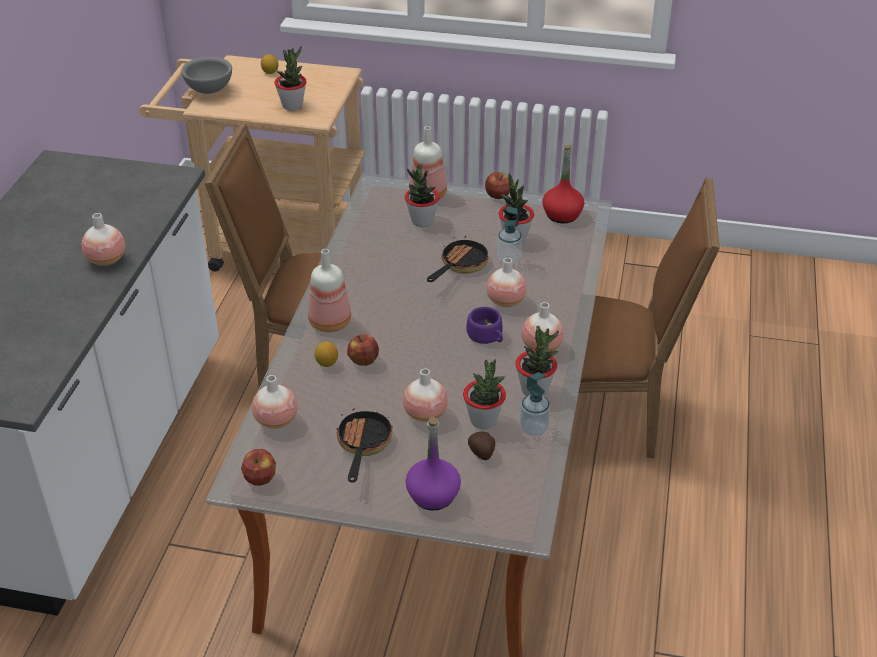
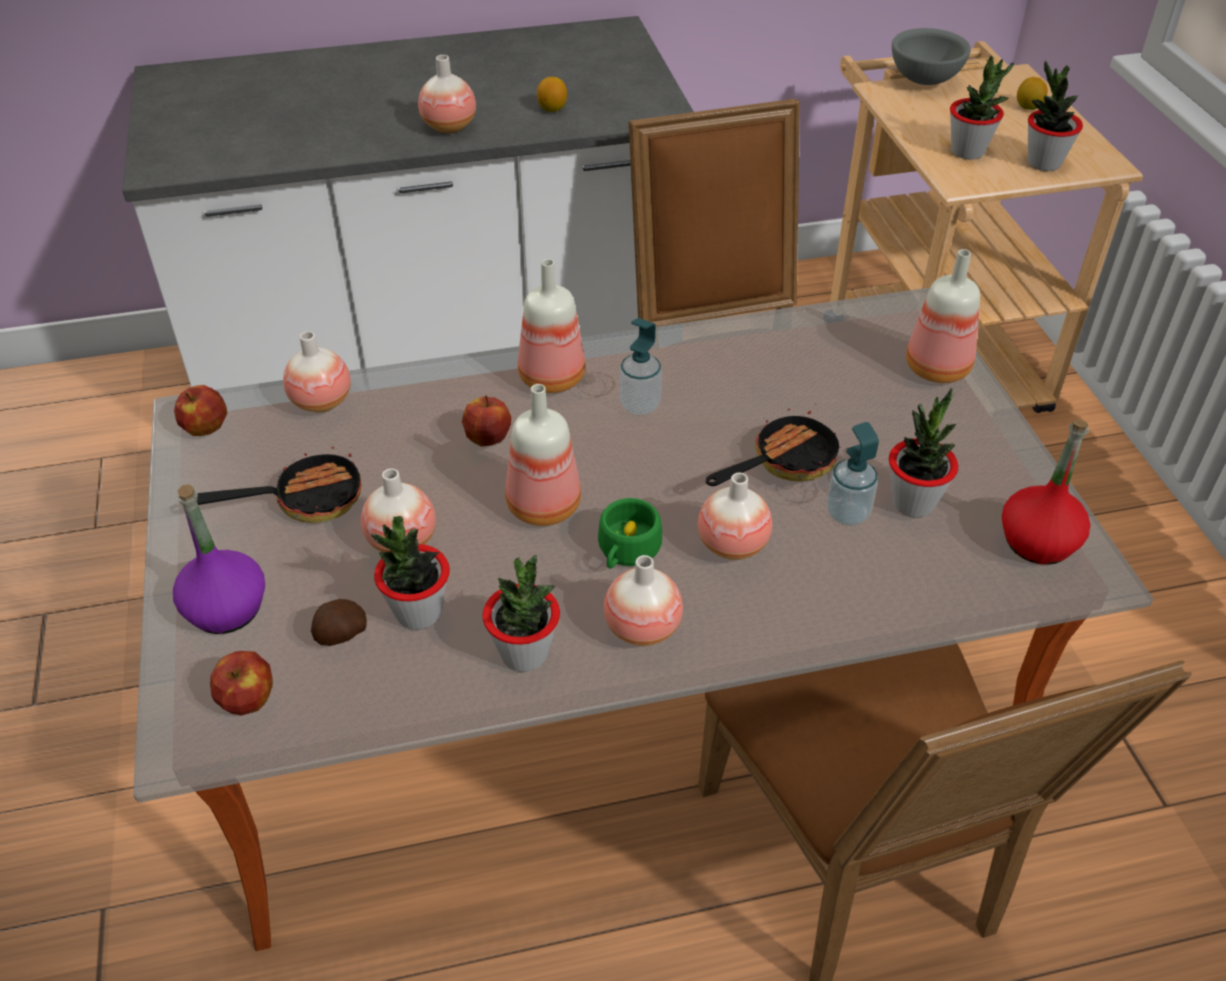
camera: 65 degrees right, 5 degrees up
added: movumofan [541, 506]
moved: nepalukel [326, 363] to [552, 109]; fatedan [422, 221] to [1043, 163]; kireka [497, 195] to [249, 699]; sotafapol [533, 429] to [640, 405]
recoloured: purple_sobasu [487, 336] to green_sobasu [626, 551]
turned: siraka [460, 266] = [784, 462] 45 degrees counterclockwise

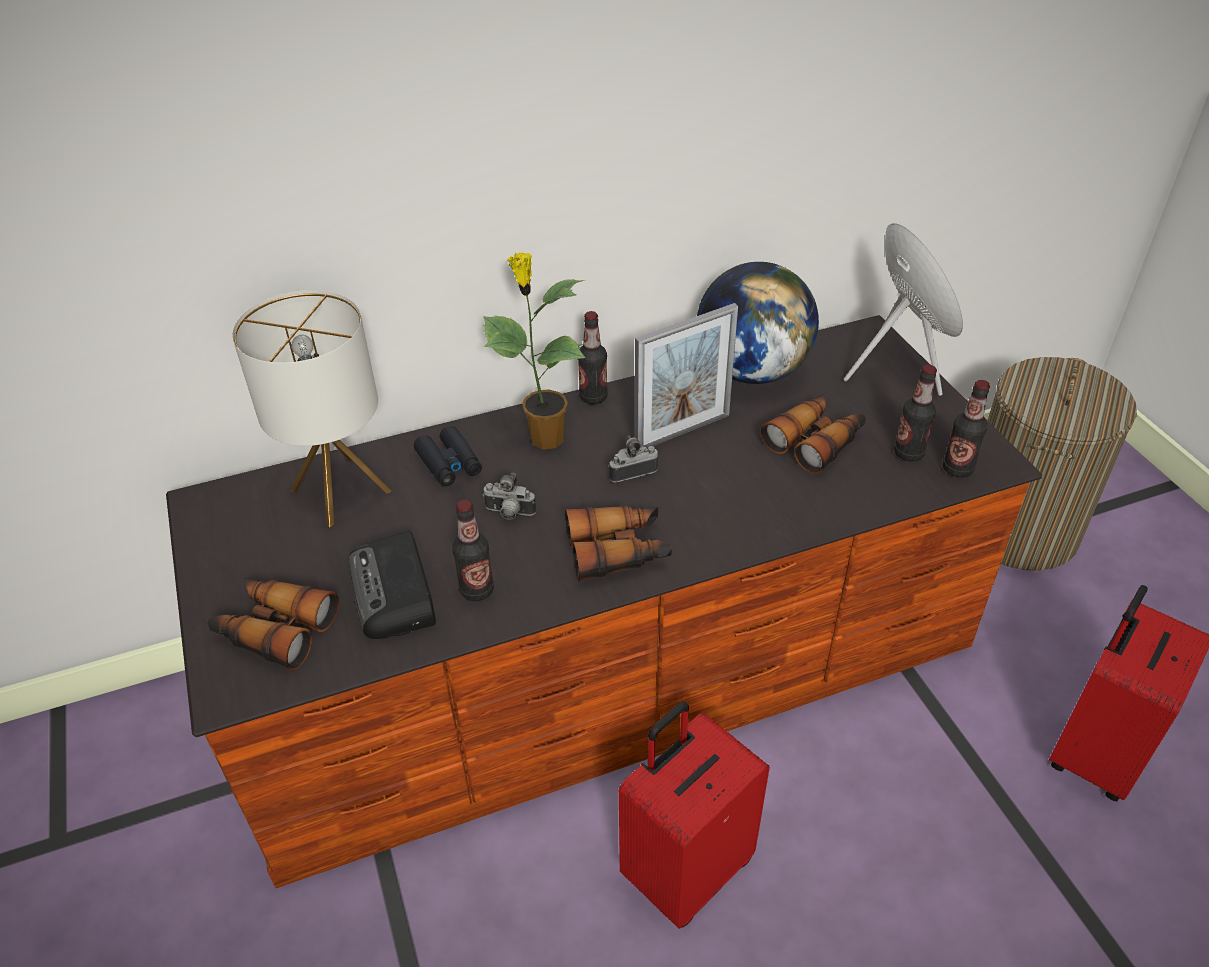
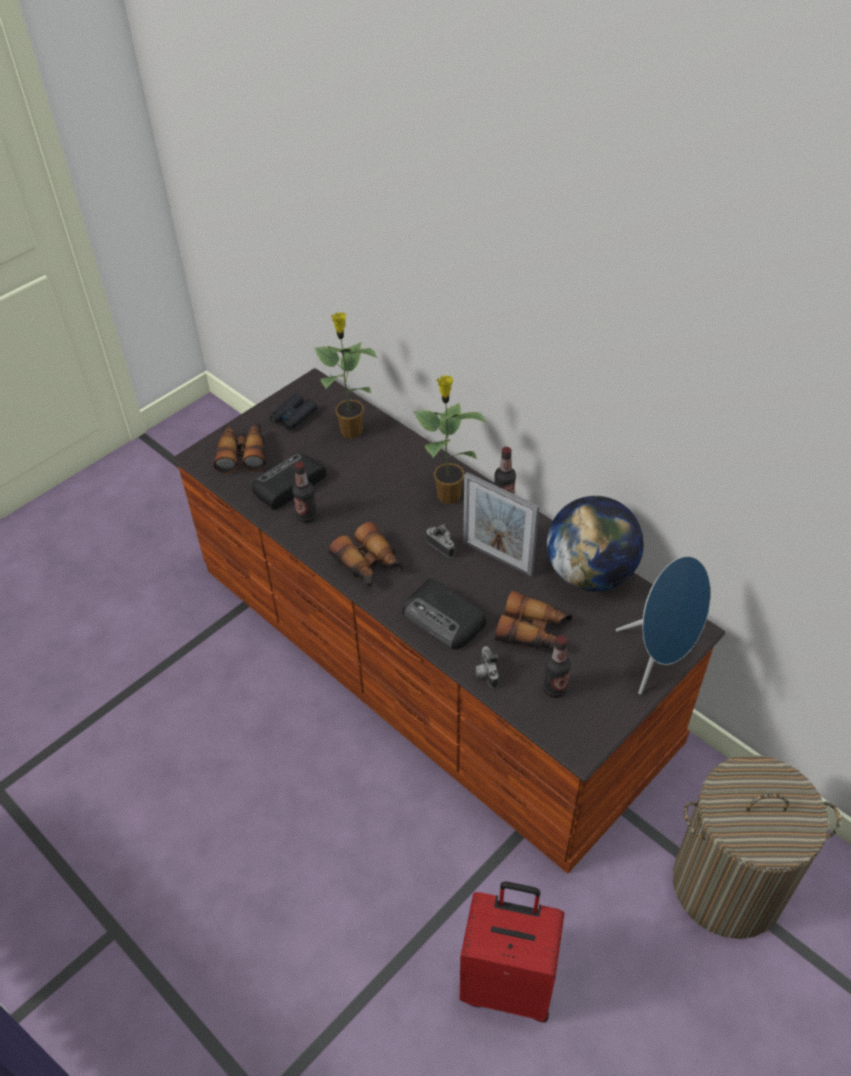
camera: 65 degrees right, 5 degrees up
removed: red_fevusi [685, 869]; movumofan [957, 469]
added: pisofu [444, 619]
moved: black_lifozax [449, 463] to [293, 416]; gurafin [509, 513] to [485, 673]
replaced: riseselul [341, 491] to fatedan [351, 430]

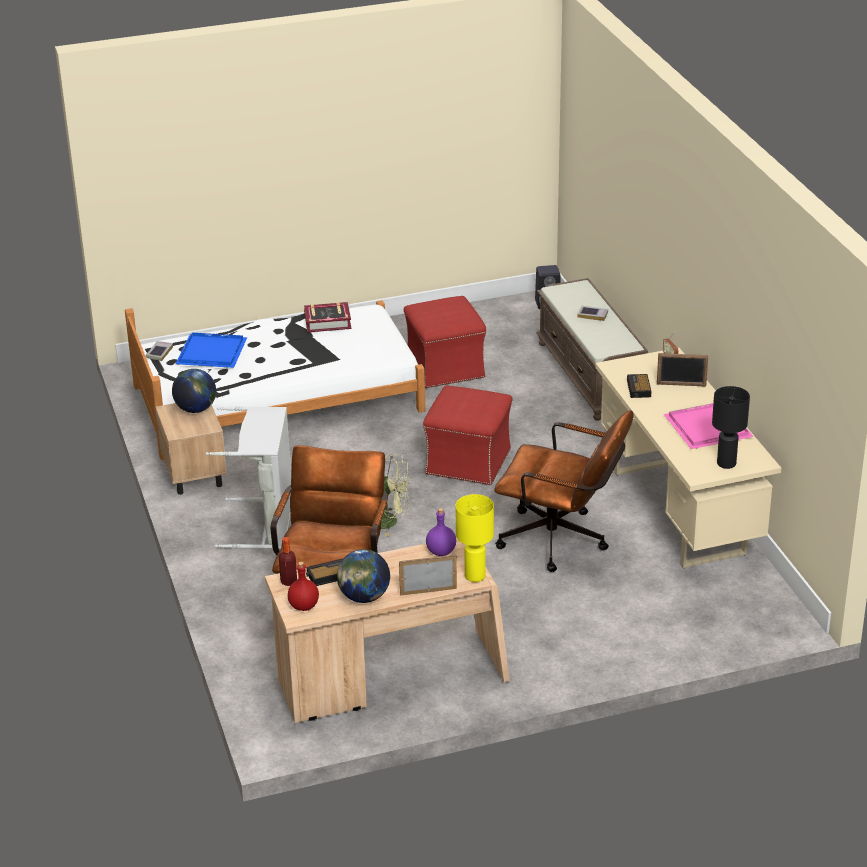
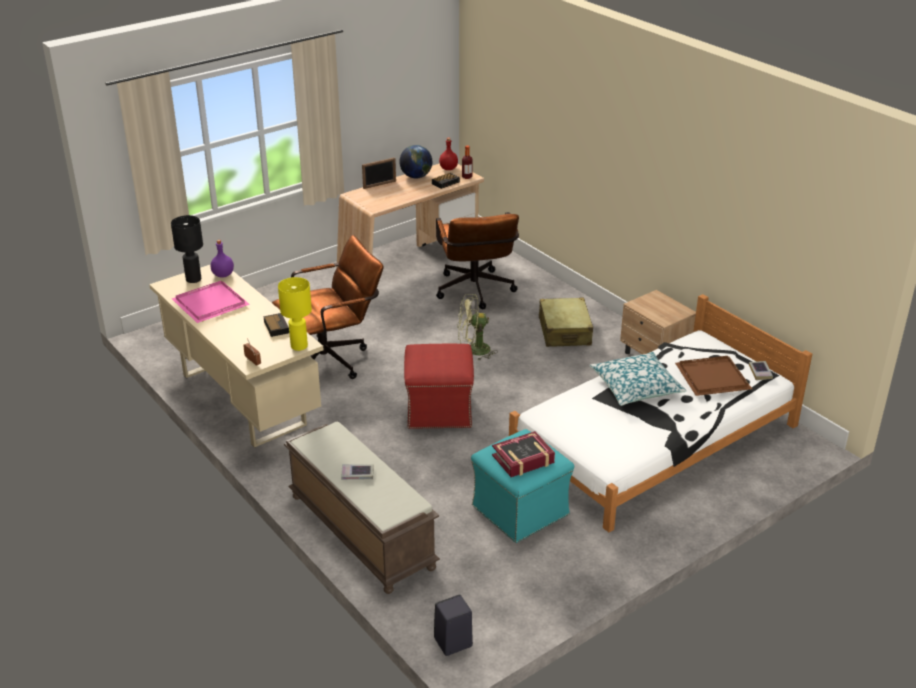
camera: 160 degrees right, 0 degrees up
removed: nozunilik [196, 409]; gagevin [681, 385]
added: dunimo [636, 387]
moved: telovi [327, 322] to [523, 459]; purple_movumofan [441, 551] to [223, 275]; yellow_riseselul [474, 576] to [299, 346]
replaced: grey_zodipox [266, 524] to beige_fevusi [564, 331]
recoloured: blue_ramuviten [212, 353] to brown_ramuviten [711, 377]; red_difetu [445, 367] to turquoise_difetu [521, 511]
turned: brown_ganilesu [562, 541] = [332, 359] 150 degrees clockwise

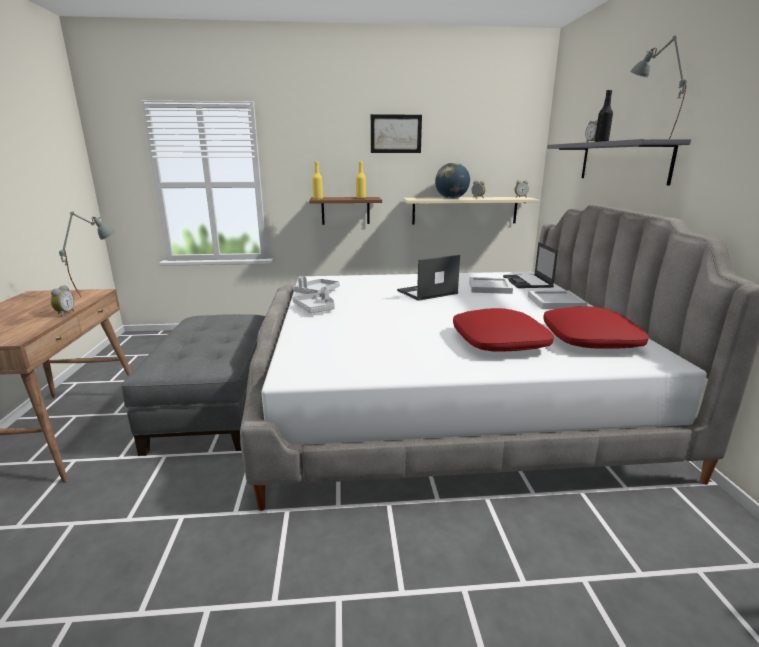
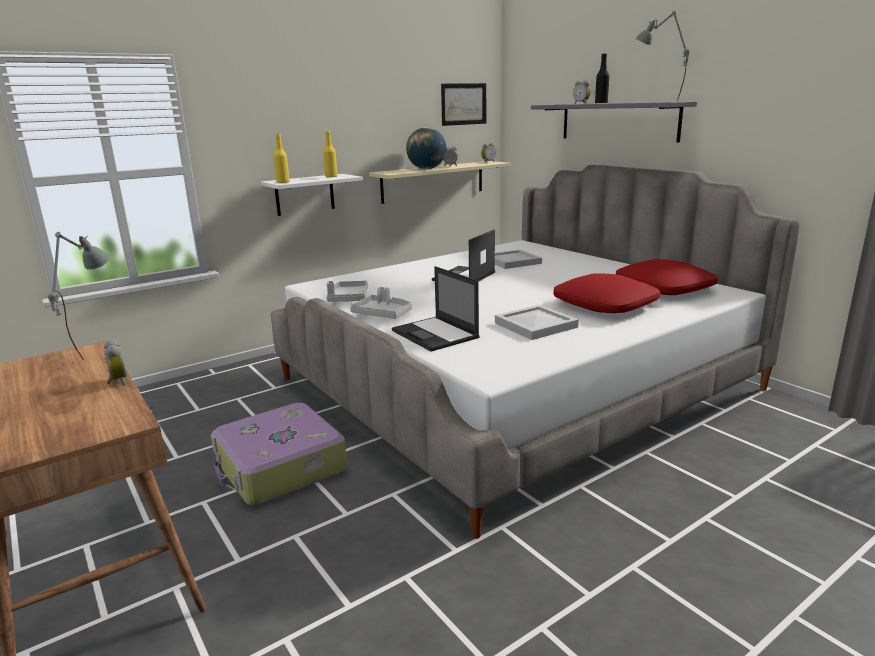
camera: 30 degrees left, 0 degrees up
moved: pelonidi [396, 134] to [463, 104]; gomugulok [527, 282] to [435, 334]; white_ramuviten [556, 302] to [537, 325]
replaced: grey_difetu [216, 405] to fevusi [280, 468]
recoloured: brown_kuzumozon [345, 210] to white_kuzumozon [305, 194]

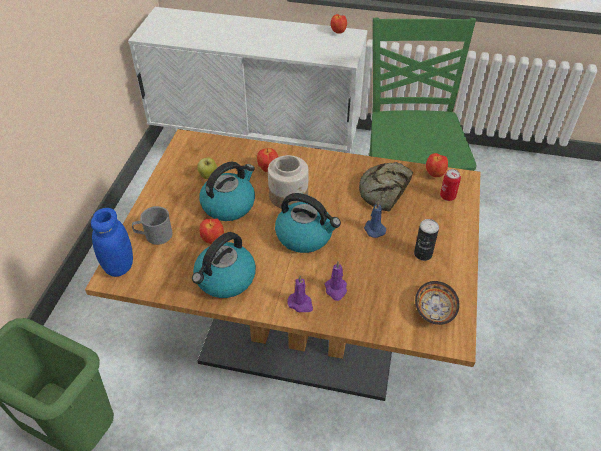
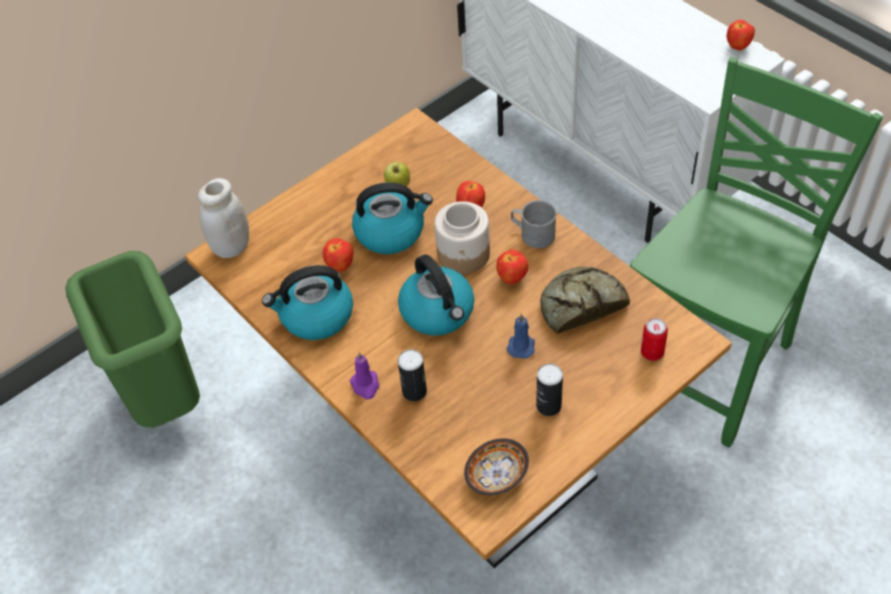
camera: 40 degrees right, 5 degrees up
moved: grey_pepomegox [154, 235] to [532, 234]; kireka [435, 174] to [512, 278]
replaced: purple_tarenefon [336, 290] to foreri [414, 391]
recoloured: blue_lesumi [119, 266] to white_lesumi [231, 247]

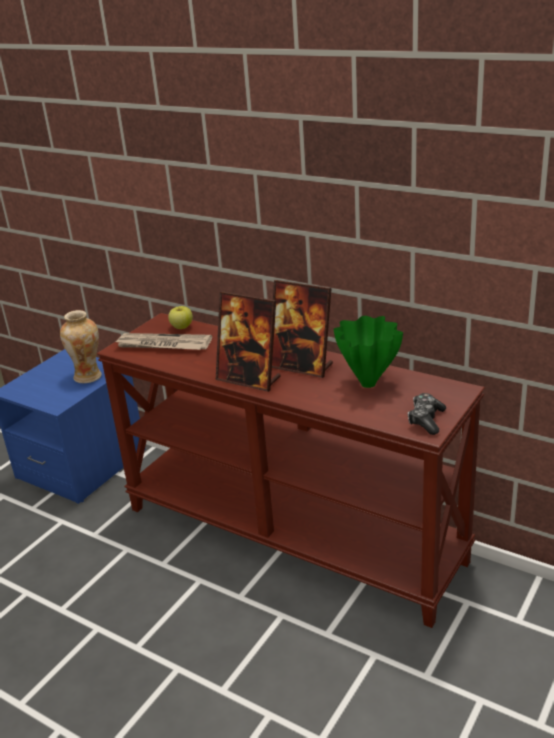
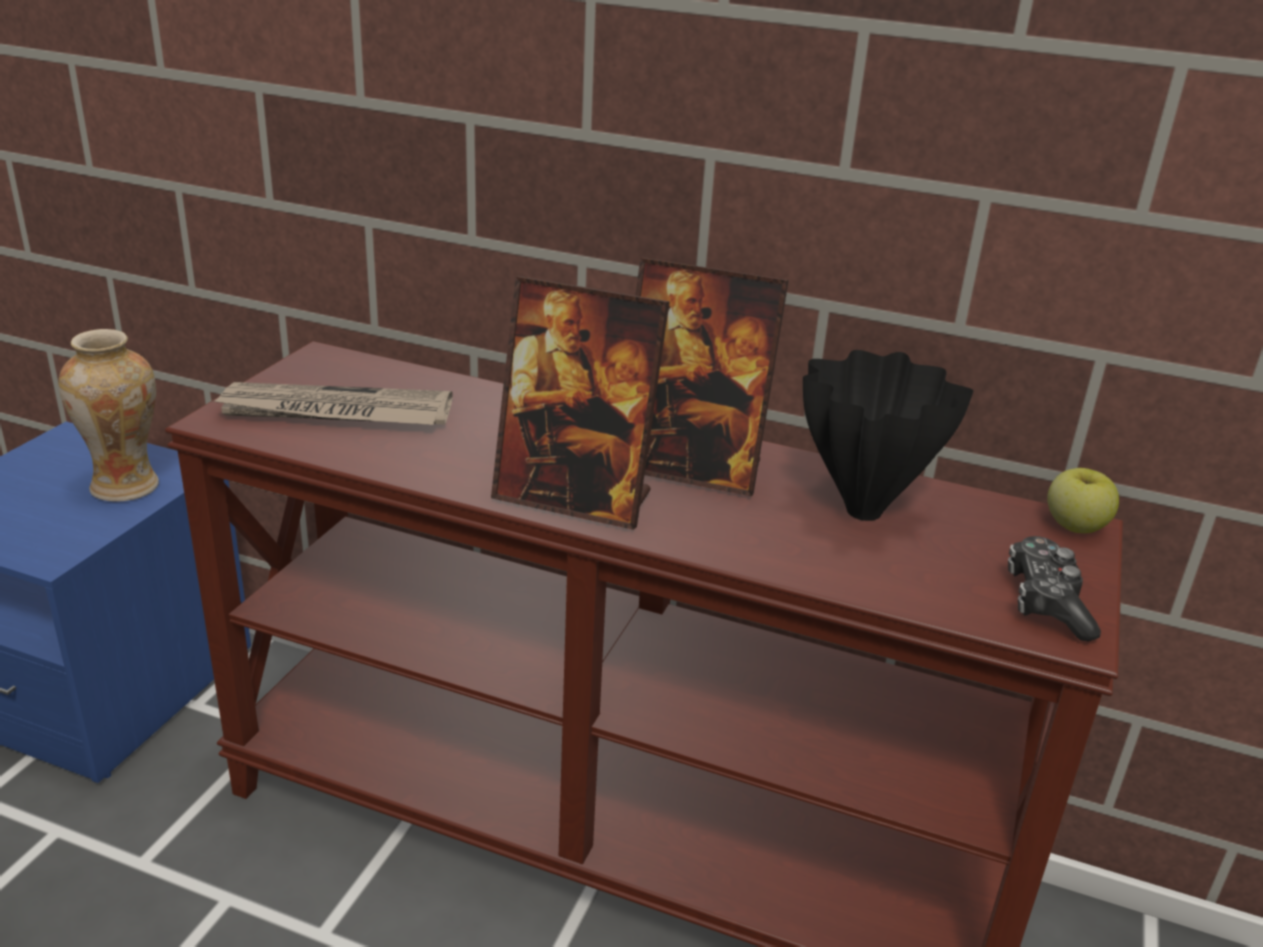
camera: 15 degrees left, 0 degrees up
moved: kireka [181, 327] to [1074, 526]
recoloured: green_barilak [369, 383] to black_barilak [864, 510]

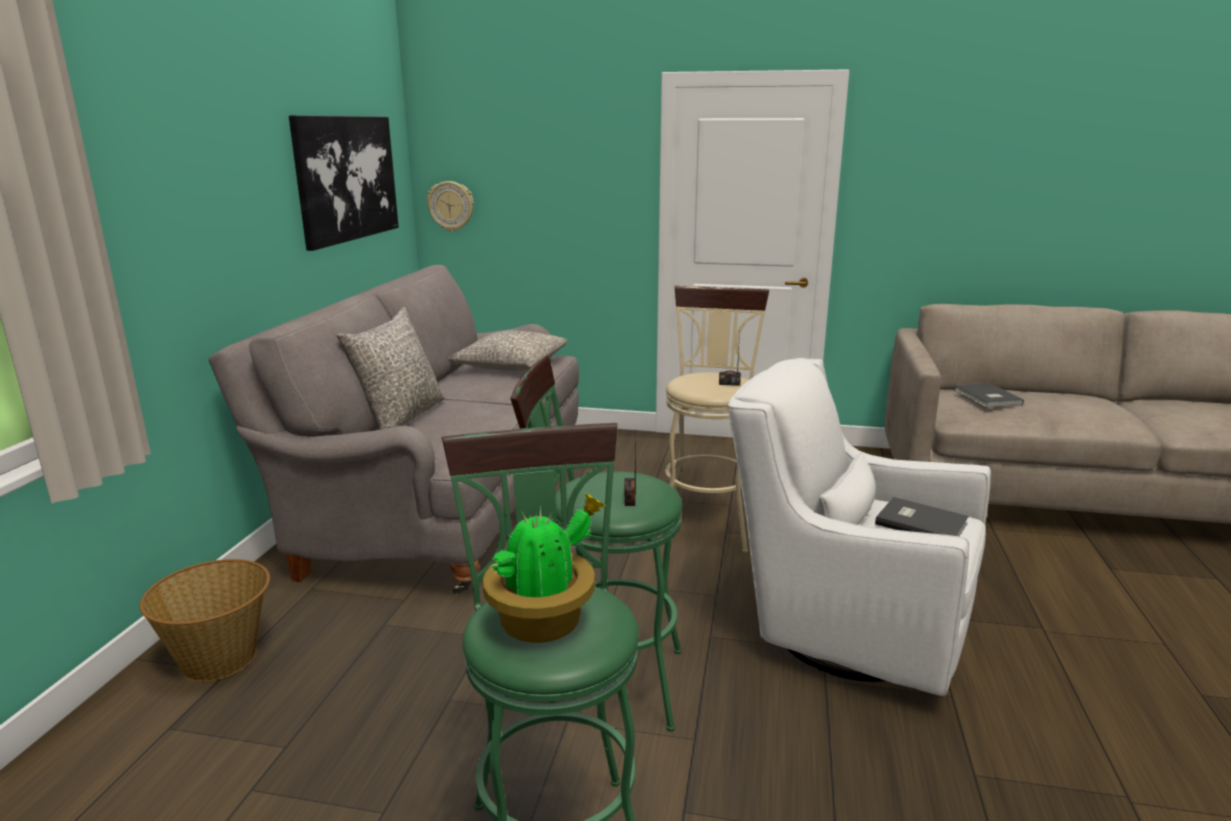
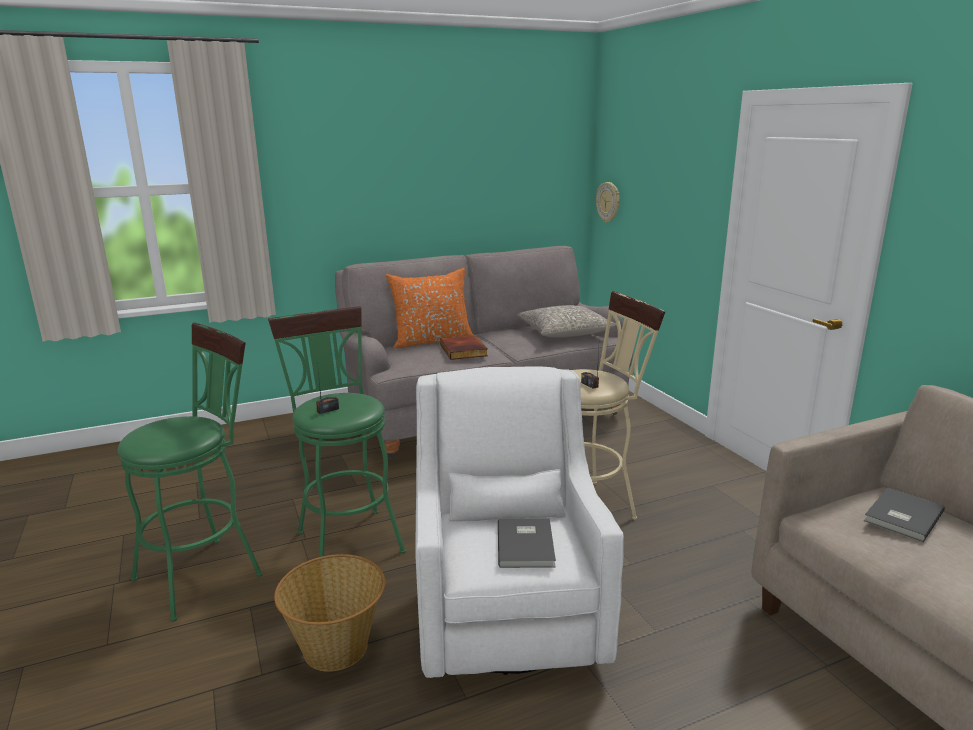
camera: 55 degrees right, 0 degrees up
removed: pelonidi [347, 178]; fatedan [545, 621]
added: telovi [464, 350]
moved: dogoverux [220, 658] to [336, 648]
recoloured: grey_dunimo [400, 418] to orange_dunimo [432, 341]

